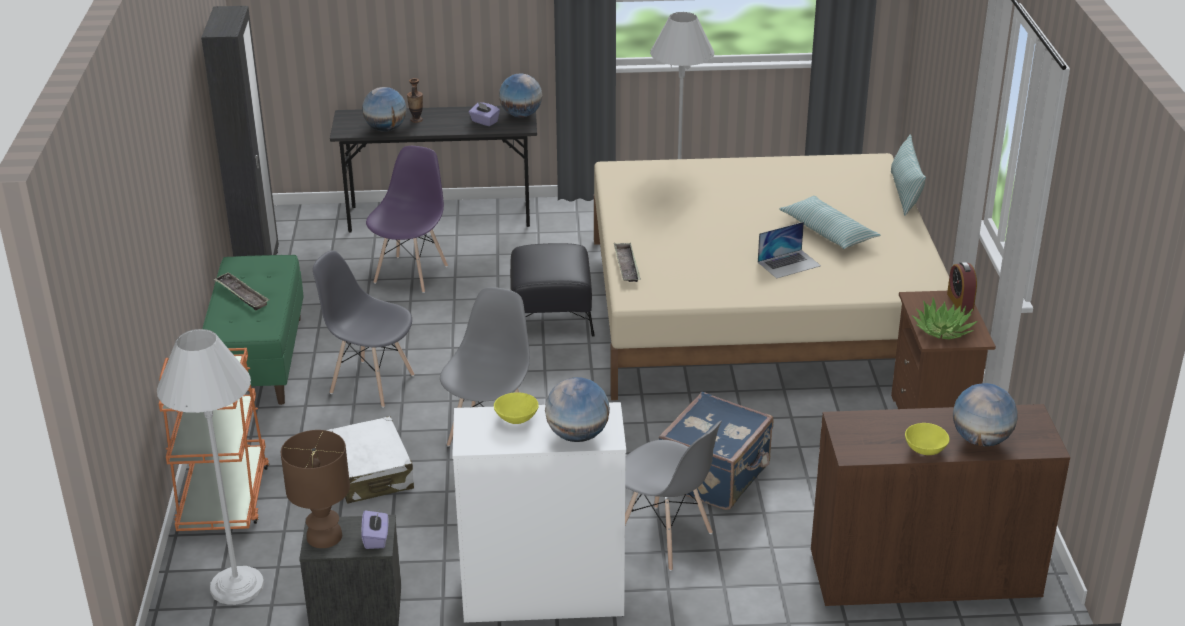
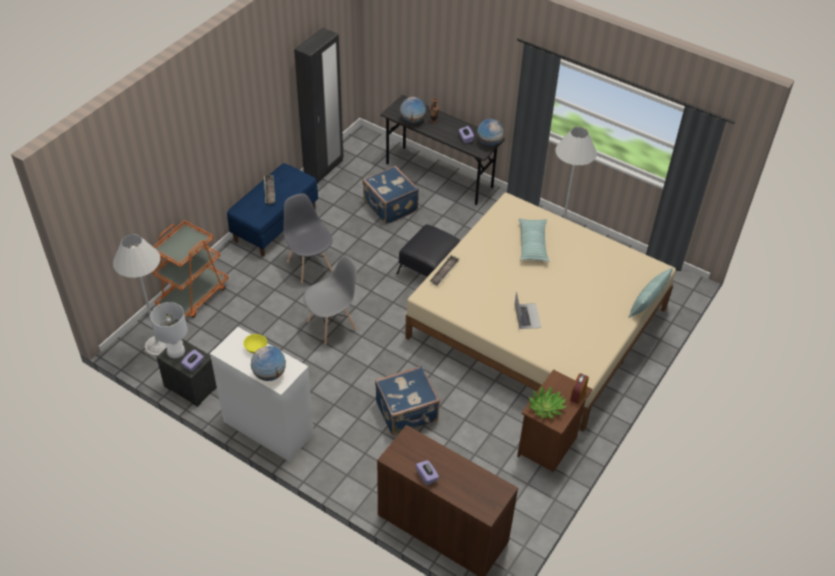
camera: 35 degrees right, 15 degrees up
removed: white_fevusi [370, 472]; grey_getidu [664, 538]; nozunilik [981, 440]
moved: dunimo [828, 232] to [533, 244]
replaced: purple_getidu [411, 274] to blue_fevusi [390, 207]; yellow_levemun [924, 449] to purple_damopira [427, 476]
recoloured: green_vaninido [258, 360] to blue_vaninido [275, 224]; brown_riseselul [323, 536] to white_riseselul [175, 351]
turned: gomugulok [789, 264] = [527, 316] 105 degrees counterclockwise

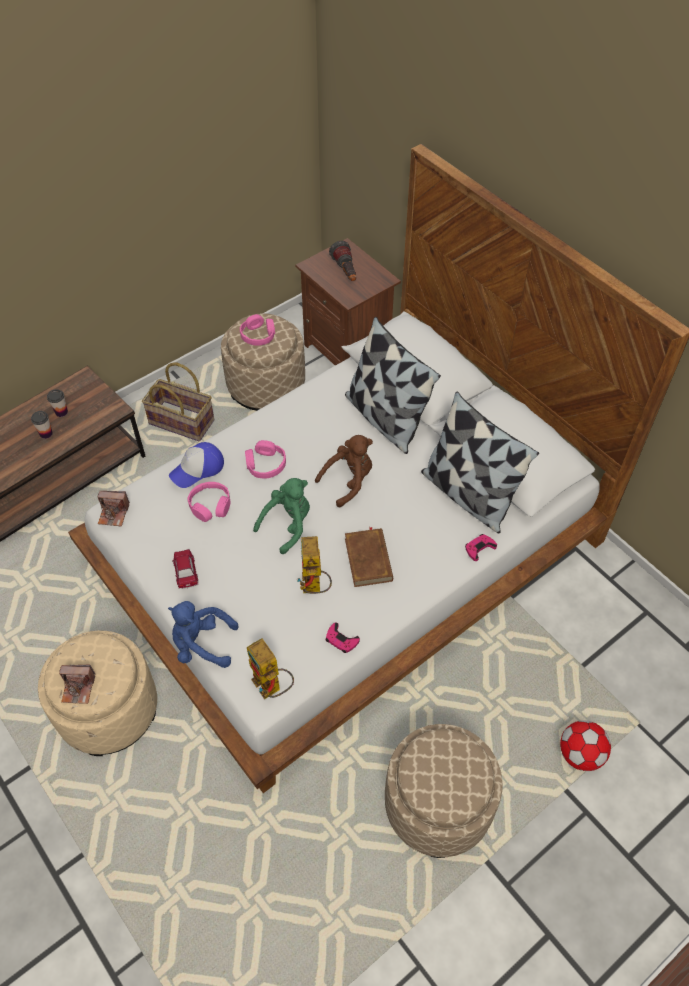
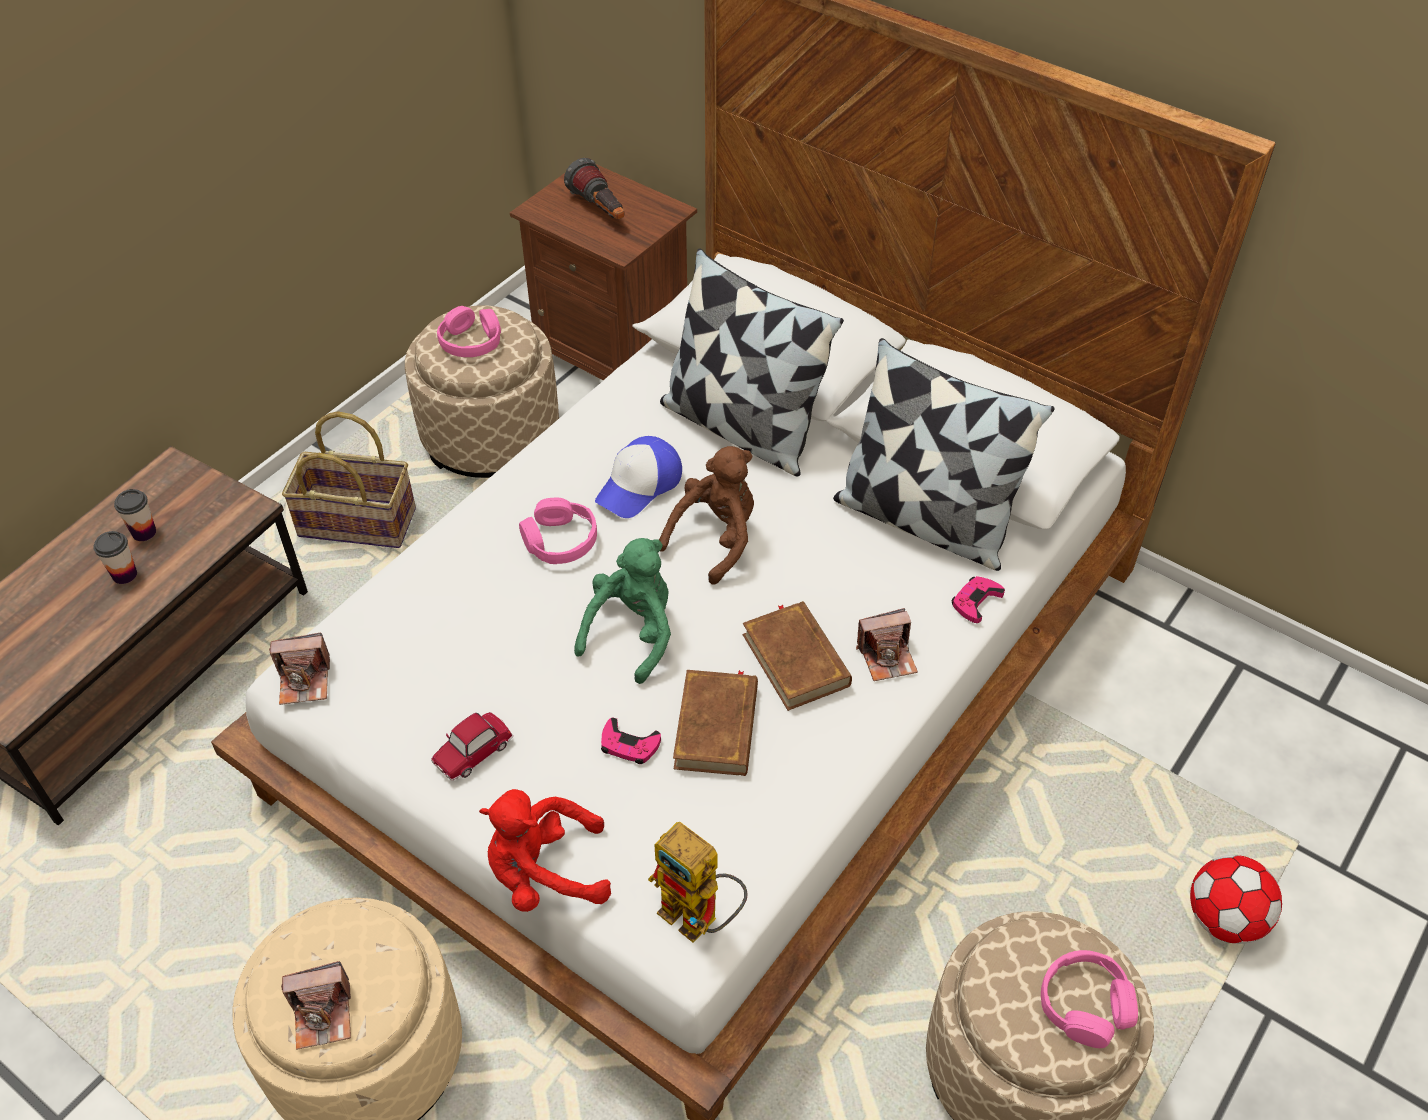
camera: 15 degrees left, 5 degrees down
added: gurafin [887, 657]
moved: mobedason [198, 469] to [640, 485]; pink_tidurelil [210, 505] to [1085, 1005]; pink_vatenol [341, 640] to [629, 745]
replaced: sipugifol [314, 587] to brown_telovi [717, 727]
recoloured: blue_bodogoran [202, 644] to red_bodogoran [544, 873]
turned: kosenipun [185, 571] = [473, 751] 105 degrees counterclockwise

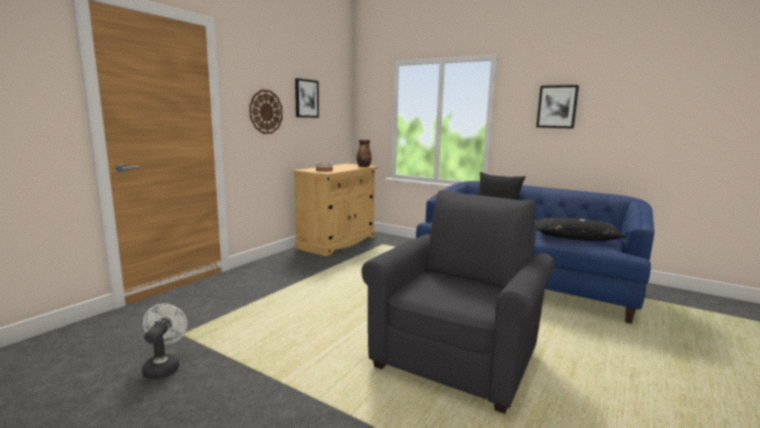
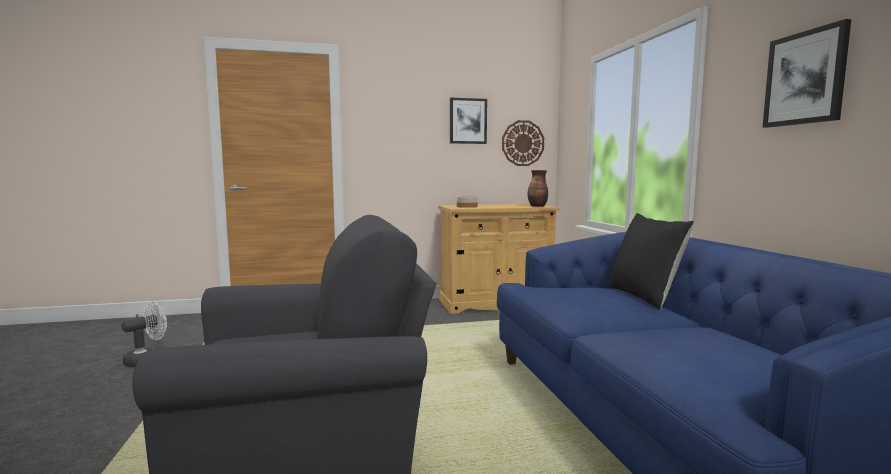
camera: 45 degrees right, 5 degrees down
removed: black_dunimo [575, 237]
moved: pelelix [266, 112] to [522, 143]

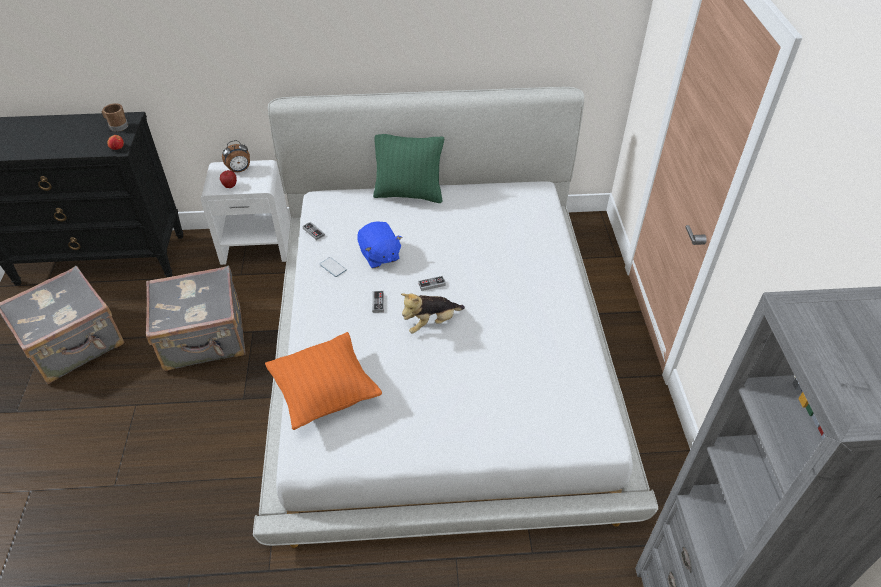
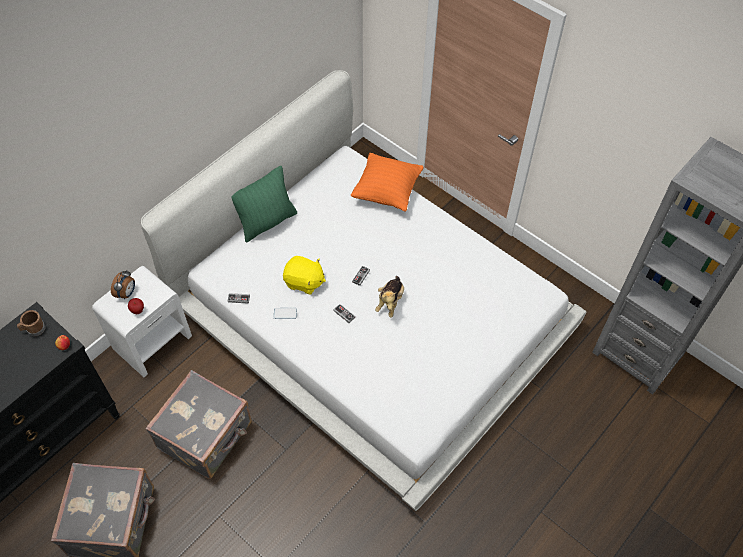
camera: 45 degrees left, 10 degrees up
moved: orange_dunimo [325, 393] to [387, 192]
recoloured: blue_bodogoran [379, 256] to yellow_bodogoran [304, 282]

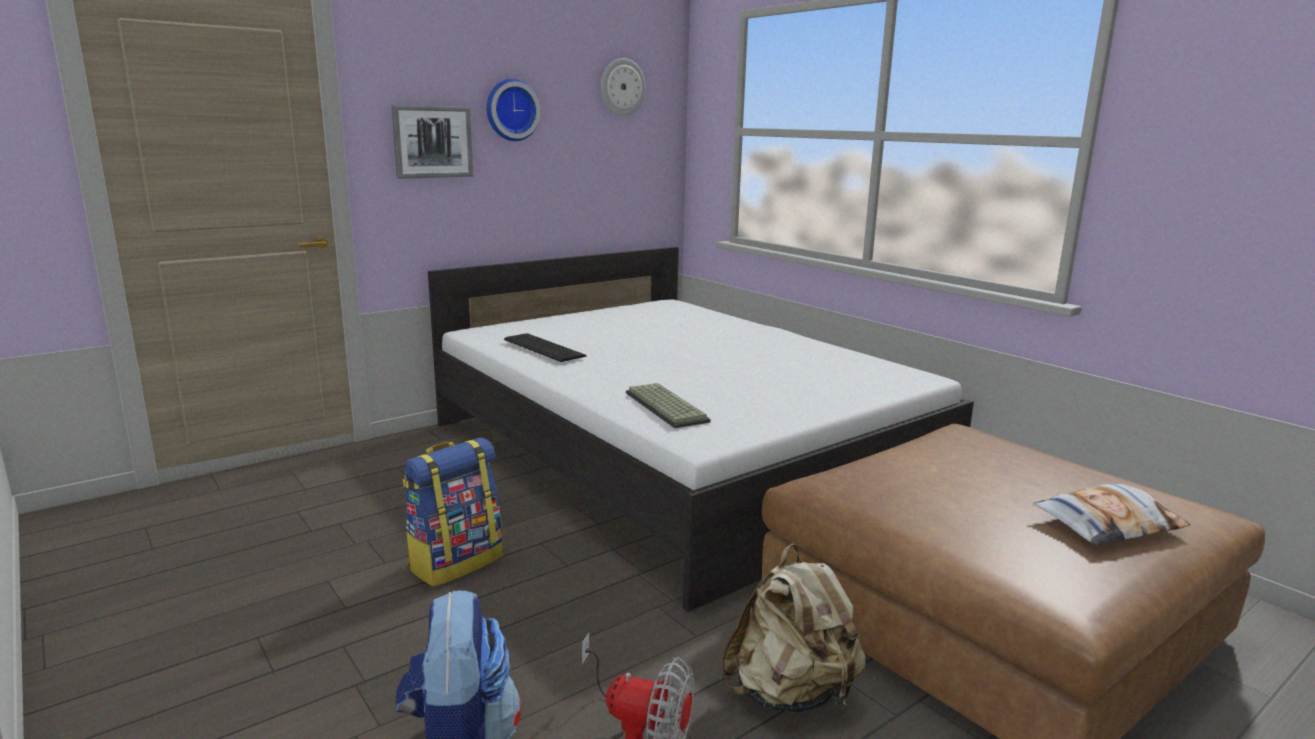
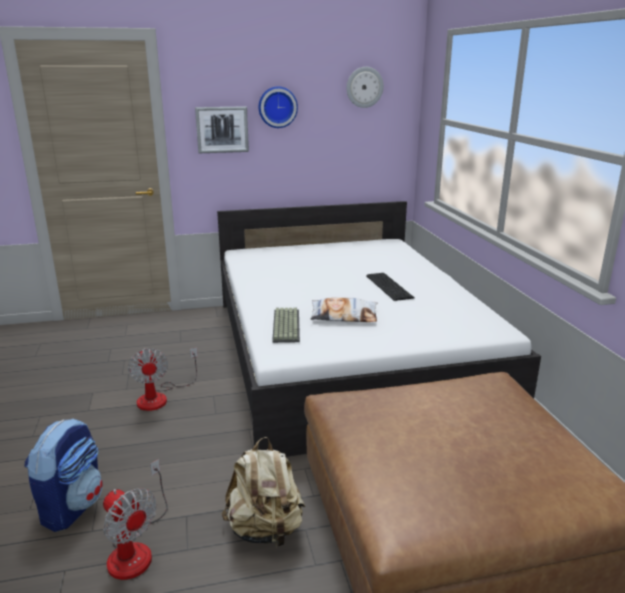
camera: 25 degrees right, 5 degrees up
moved: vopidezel [544, 347] to [389, 286]; dunimo [1108, 524] to [344, 316]
replaced: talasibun [456, 562] to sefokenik [160, 397]

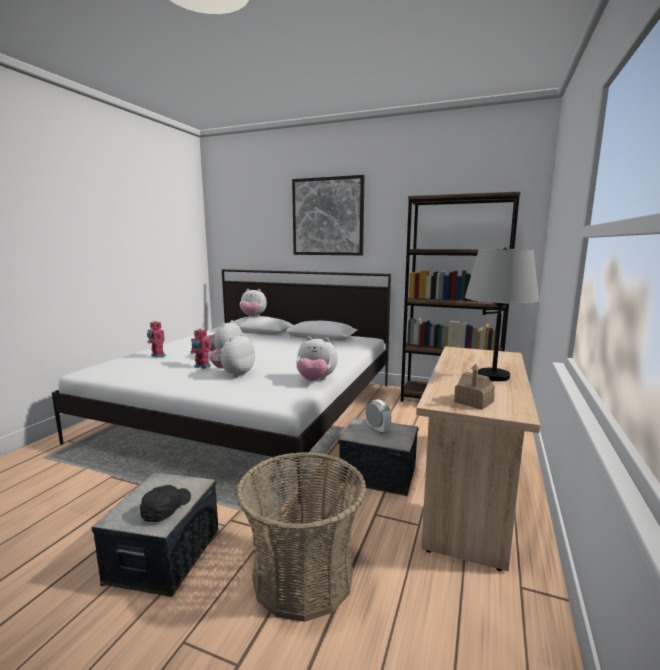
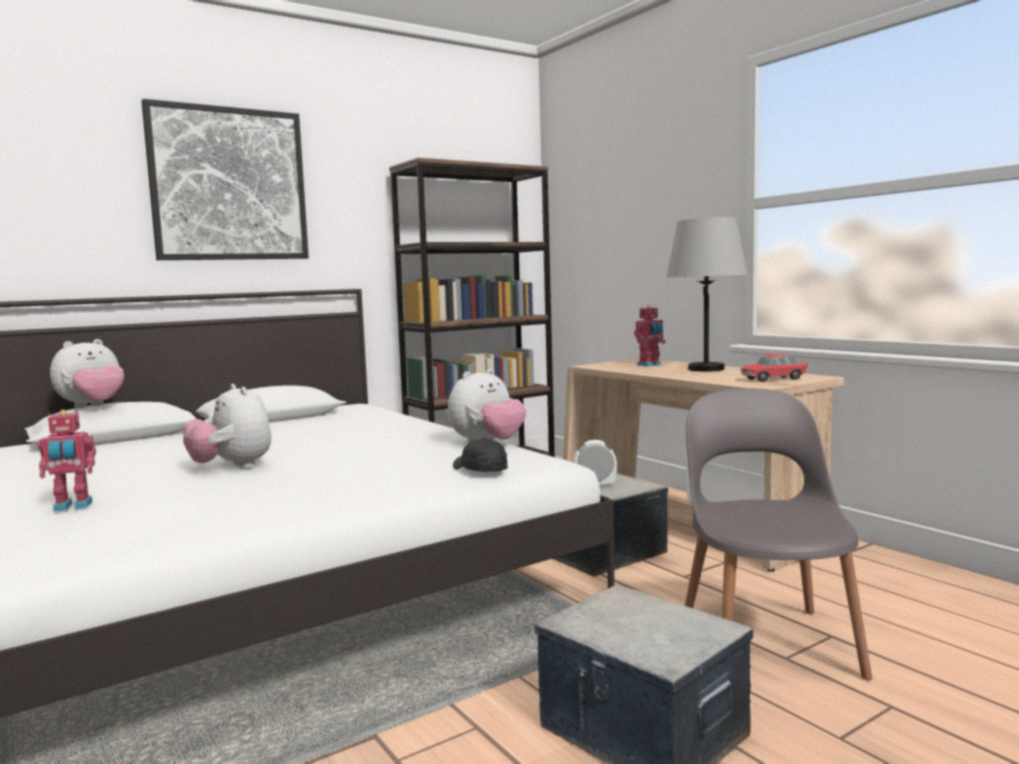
camera: 55 degrees left, 5 degrees down
removed: bodogoran [234, 374]
moved: black_mobedason [165, 509] to [479, 470]; sipugifol [202, 366] to [650, 365]
replaced: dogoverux [303, 576] to grey_getidu [767, 640]; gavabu [473, 402] to kosenipun [773, 379]

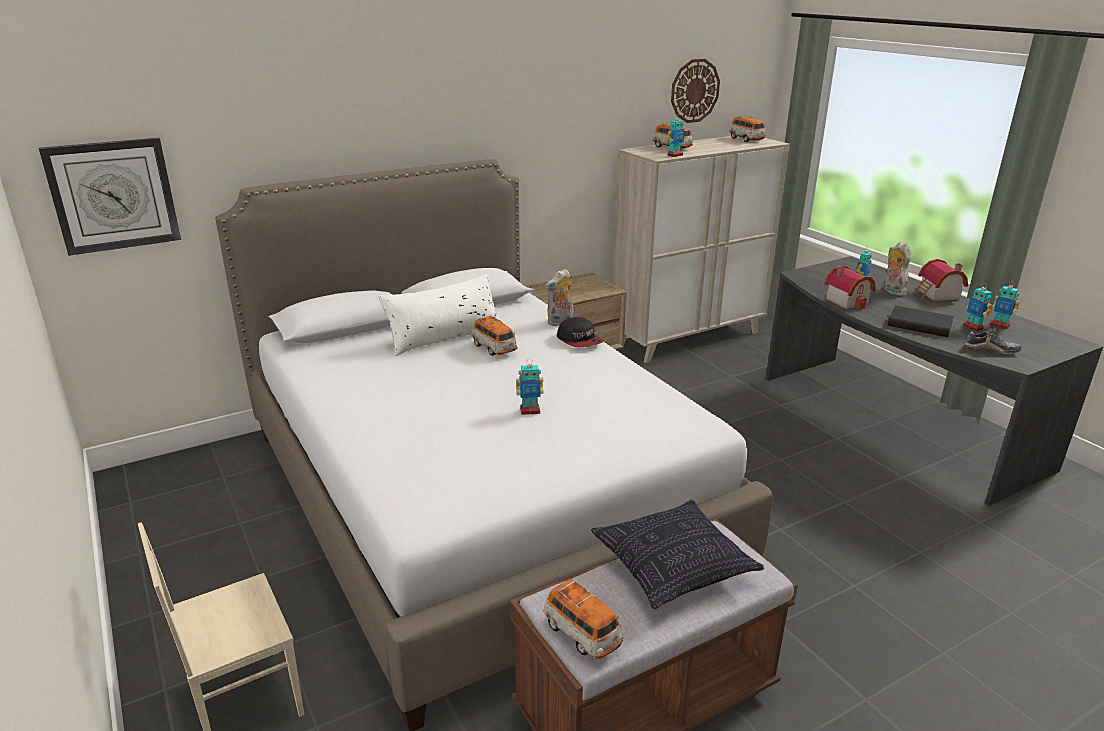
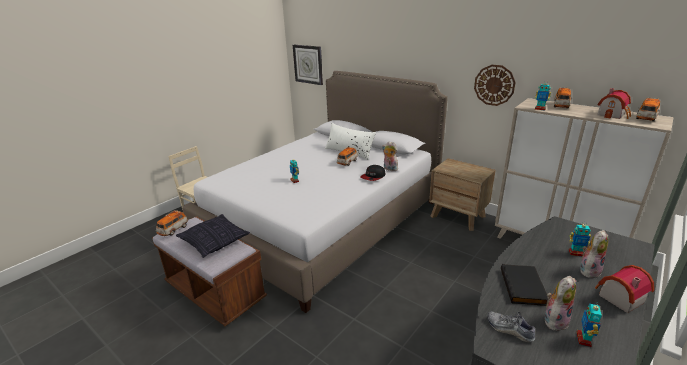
camera: 70 degrees right, 0 degrees up
moved: pelelix [694, 91] to [494, 85]; gavabu [848, 301] to [613, 114]
replaced: sipugifol [973, 327] to bodogoran [555, 320]
turned: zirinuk [991, 349] = [509, 329] 135 degrees clockwise

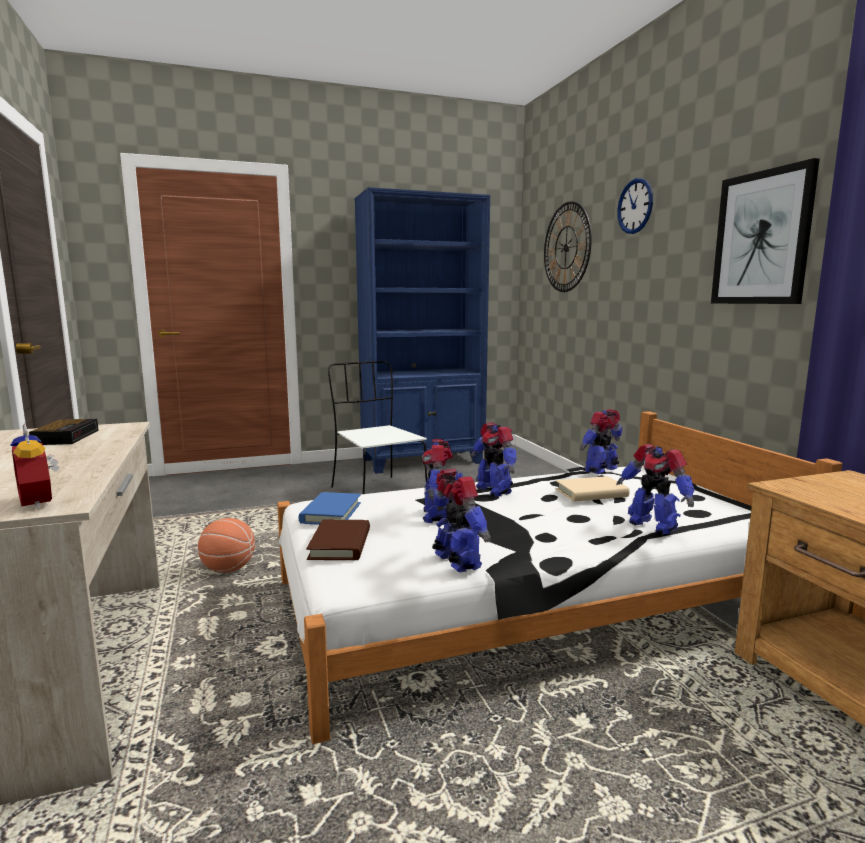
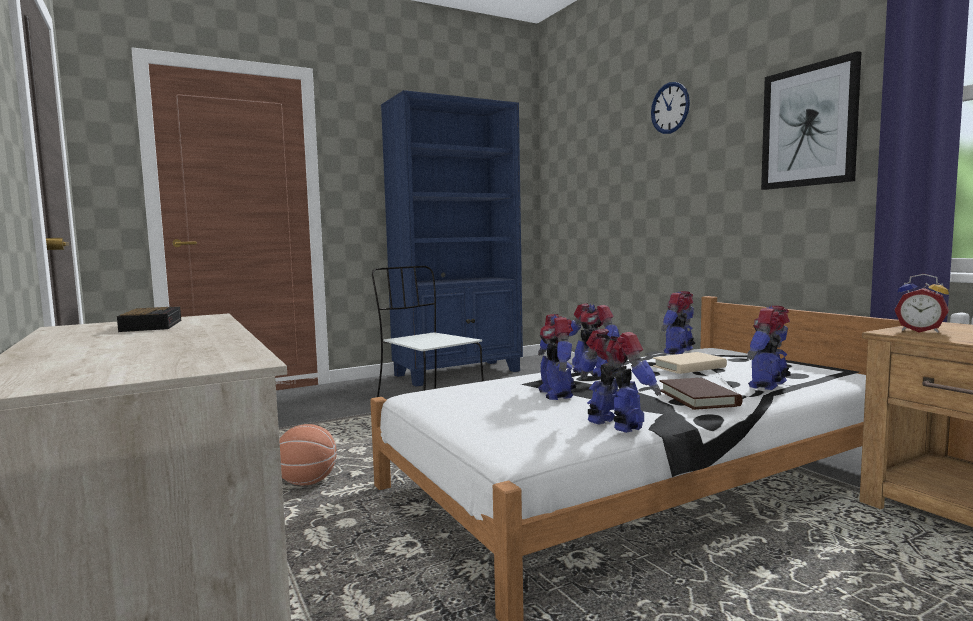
camera: 10 degrees left, 5 degrees down
removed: blue_telovi [331, 513]; pelelix [566, 247]
moved: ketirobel [41, 502] to [920, 331]; brown_telovi [340, 544] to [698, 398]
turned: sipugifol [652, 525] = [769, 385] 90 degrees clockwise

